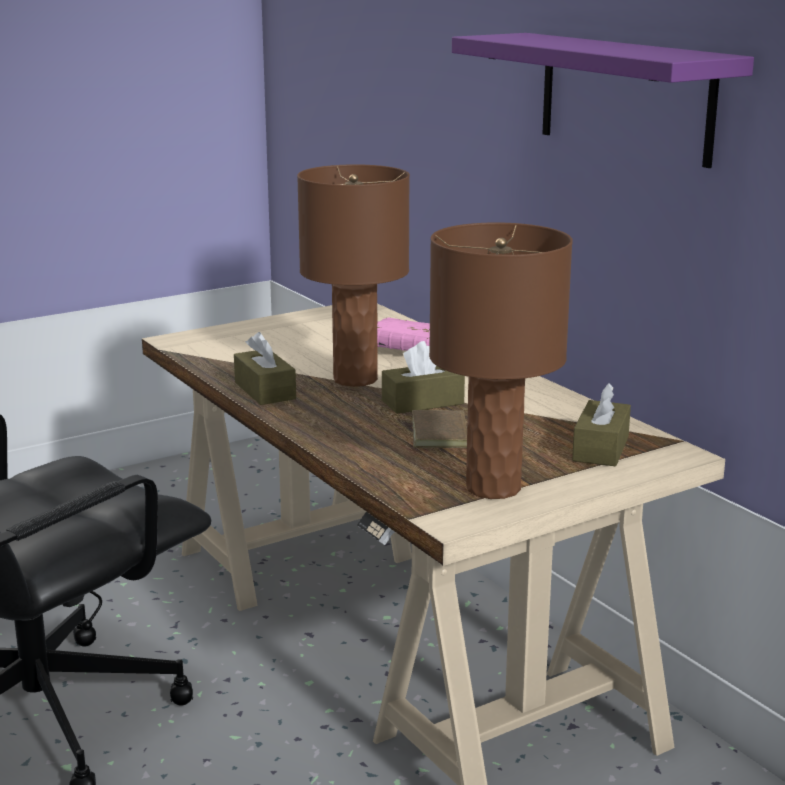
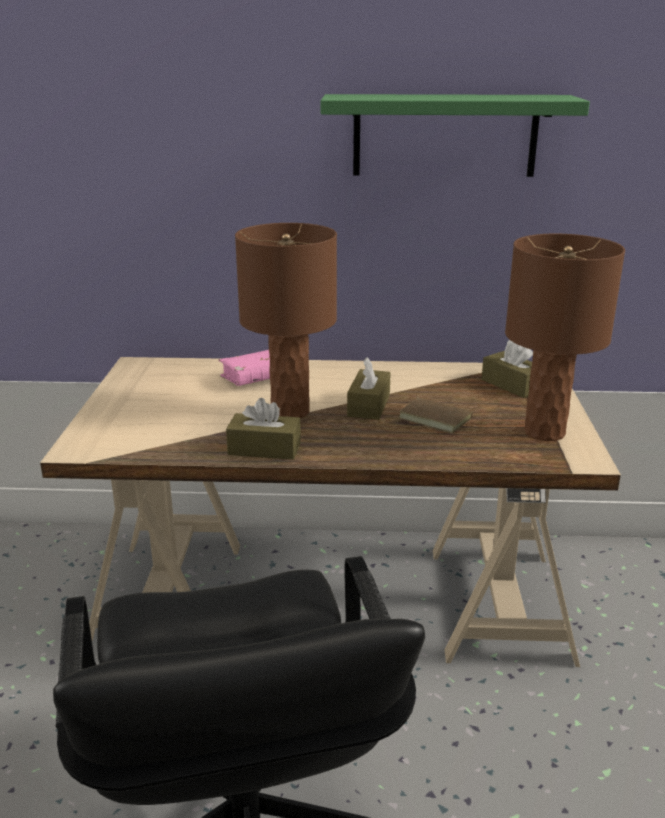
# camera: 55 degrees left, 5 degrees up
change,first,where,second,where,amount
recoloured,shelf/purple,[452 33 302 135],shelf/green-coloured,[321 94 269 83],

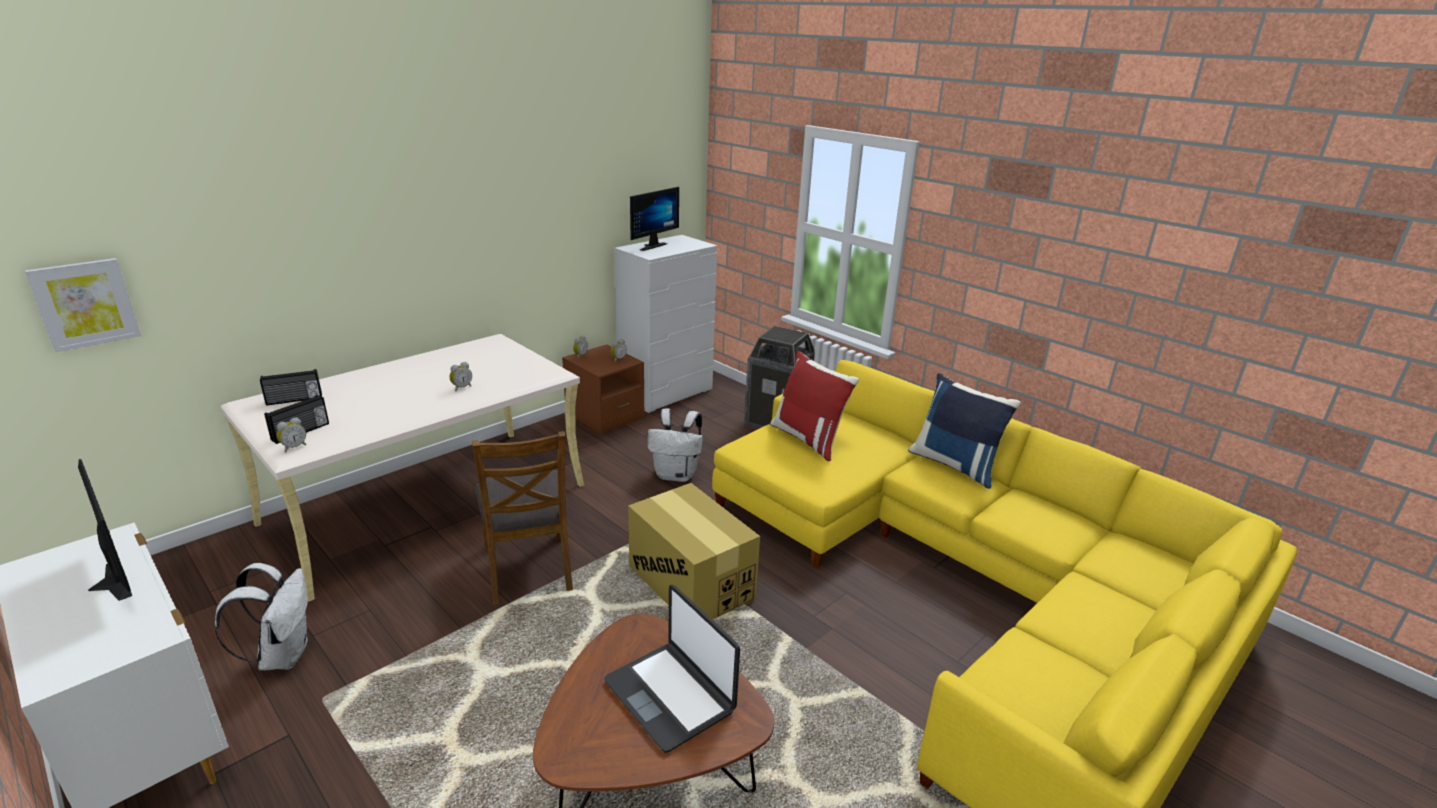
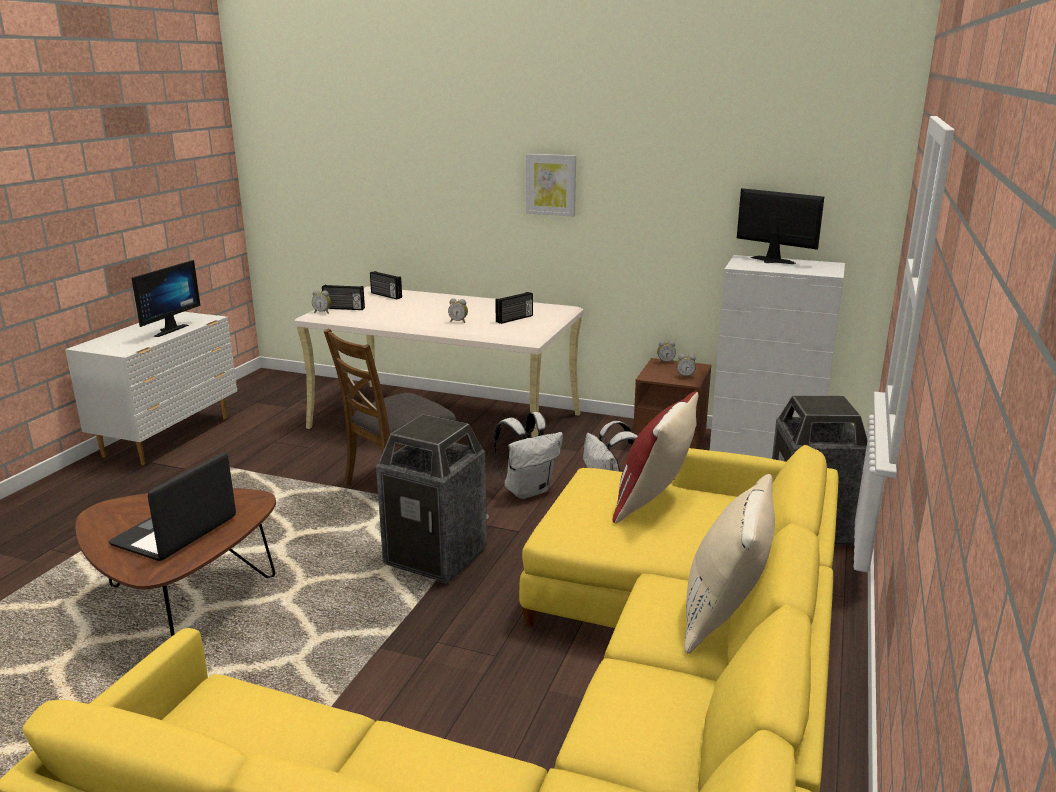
# camera: 65 degrees right, 5 degrees down
change,first,where,second,where,amount
replaced,cardboard box,[628 483 132 137],waste bin,[376 414 111 170],
moved,backpack/white,[215 563 93 108],,[494 412 69 87],
added,,,radio receiver,[495 292 38 32],
moved,wall art,[25 258 116 94],,[526 154 50 63],
recoloured,cushion/bluish,[908 373 113 116],cushion/beige-coloured,[684 474 91 180],
turned,computer screen,[630 187 49 64],,[737 188 87 76],150 degrees counterclockwise

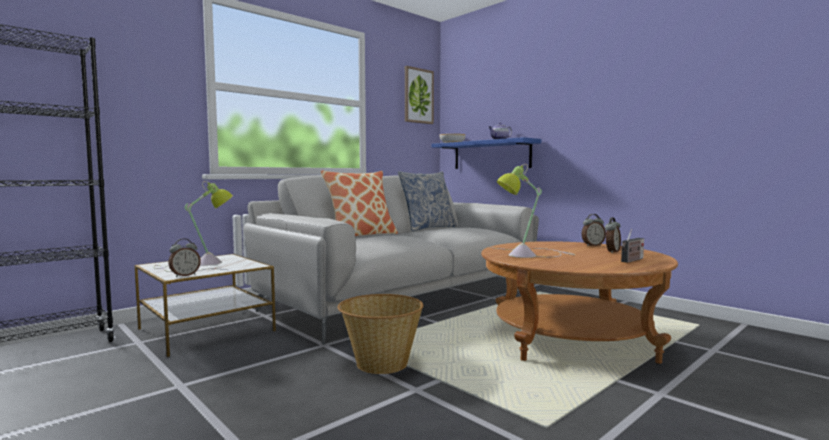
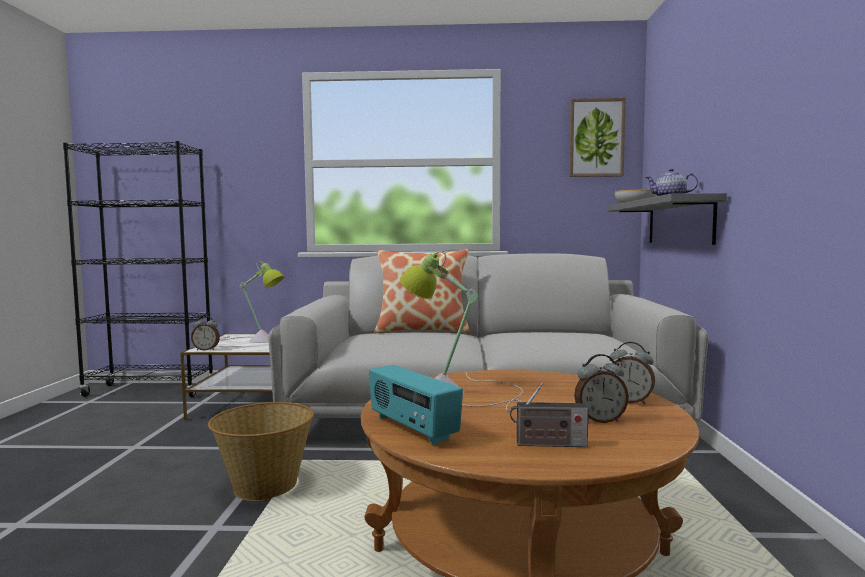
# camera: 45 degrees right, 0 degrees up
change,first,where,second,where,amount
added,,,radio receiver,[369 365 94 80],
recoloured,shelf/bluish,[432 137 109 32],shelf/greyish,[607 193 120 52],
removed,cushion,[398 171 59 60],,,

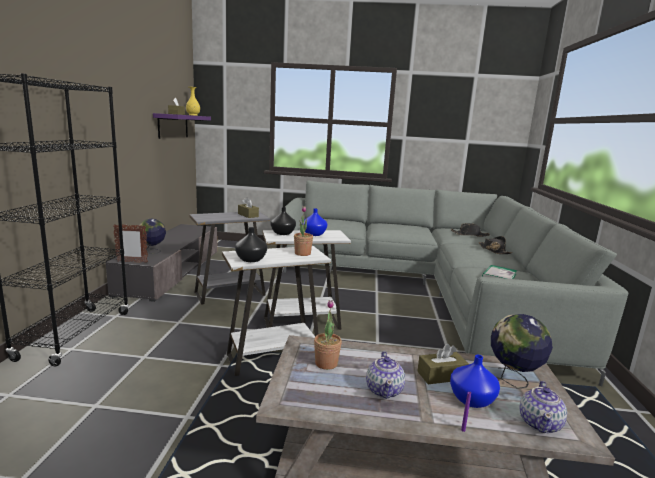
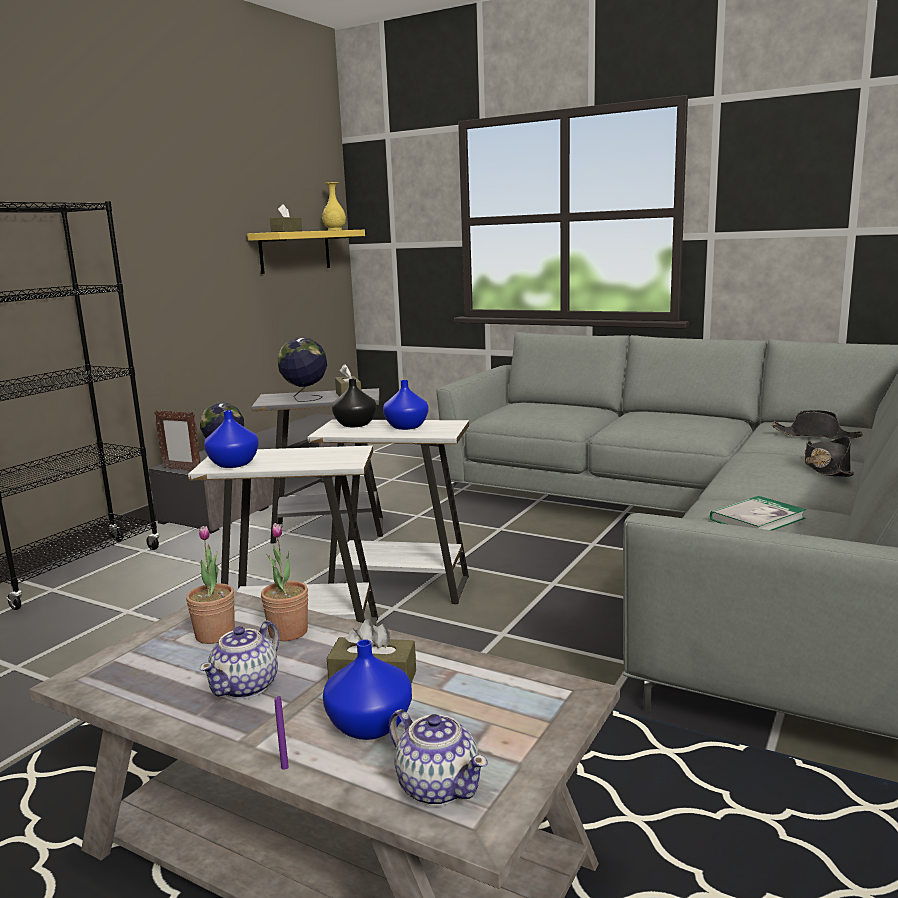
# camera: 25 degrees right, 0 degrees up
change,first,where,second,where,amount
recoloured,vase/blackish,[235 227 32 35],vase/bluish,[204 410 55 58],
recoloured,shelf/purple,[153 113 58 26],shelf/yellow-coloured,[247 230 118 44],
moved,potted plant,[294 206 19 50],,[261 523 47 118],
moved,globe,[491 314 62 75],,[277 337 50 65],
turned,pot for tea,[519 381 48 52],,[389 709 99 97],90 degrees counterclockwise

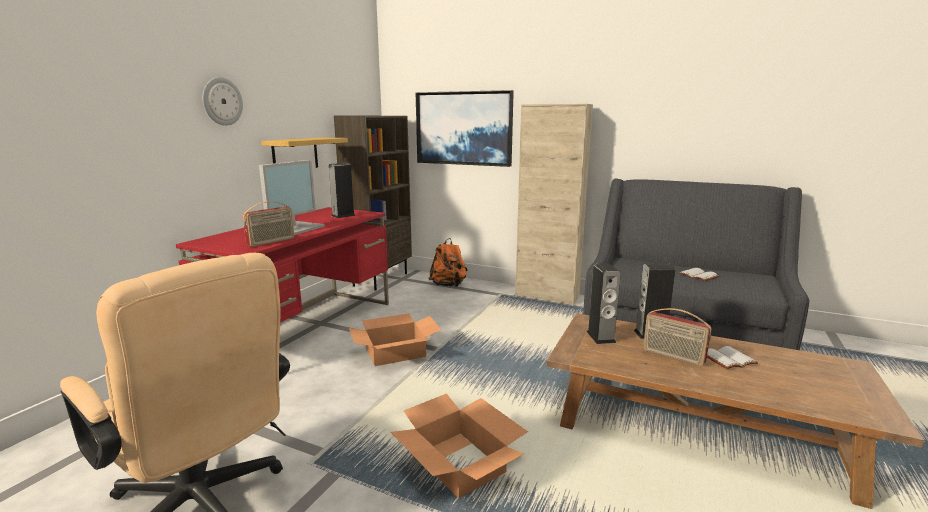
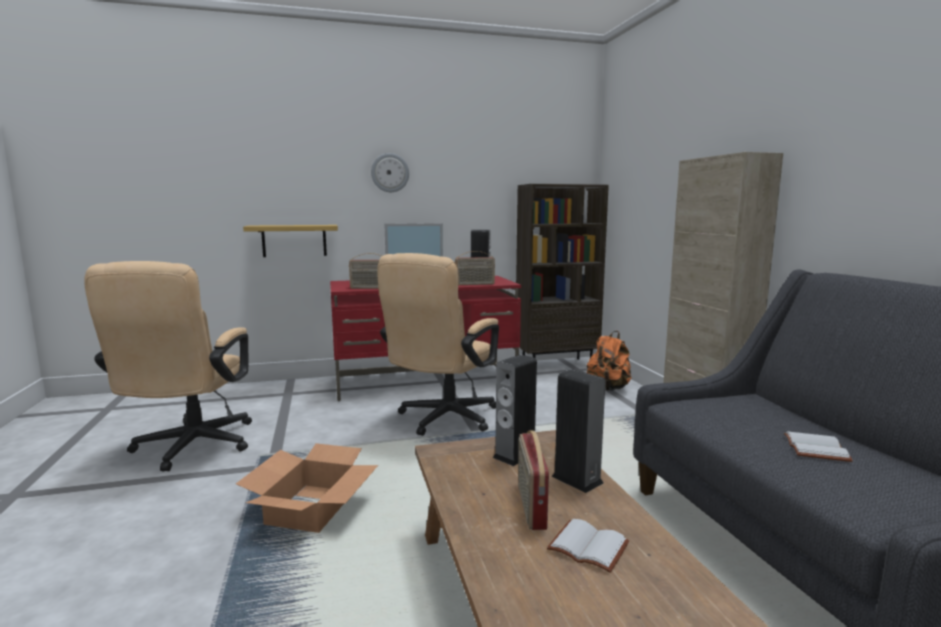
# camera: 50 degrees right, 5 degrees down
change,first,where,second,where,amount
moved,shelf,[261 137 87 31],,[243 225 95 32],
replaced,cardboard box,[349 314 92 52],desk chair/beige-coloured,[377 253 122 183],
added,,,radio receiver,[455 251 40 34],
removed,wall art,[416 90 98 77],,,

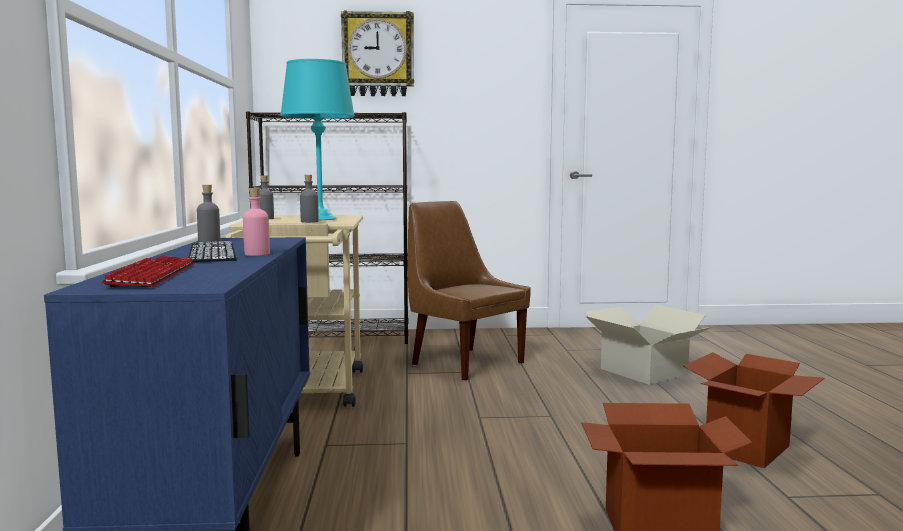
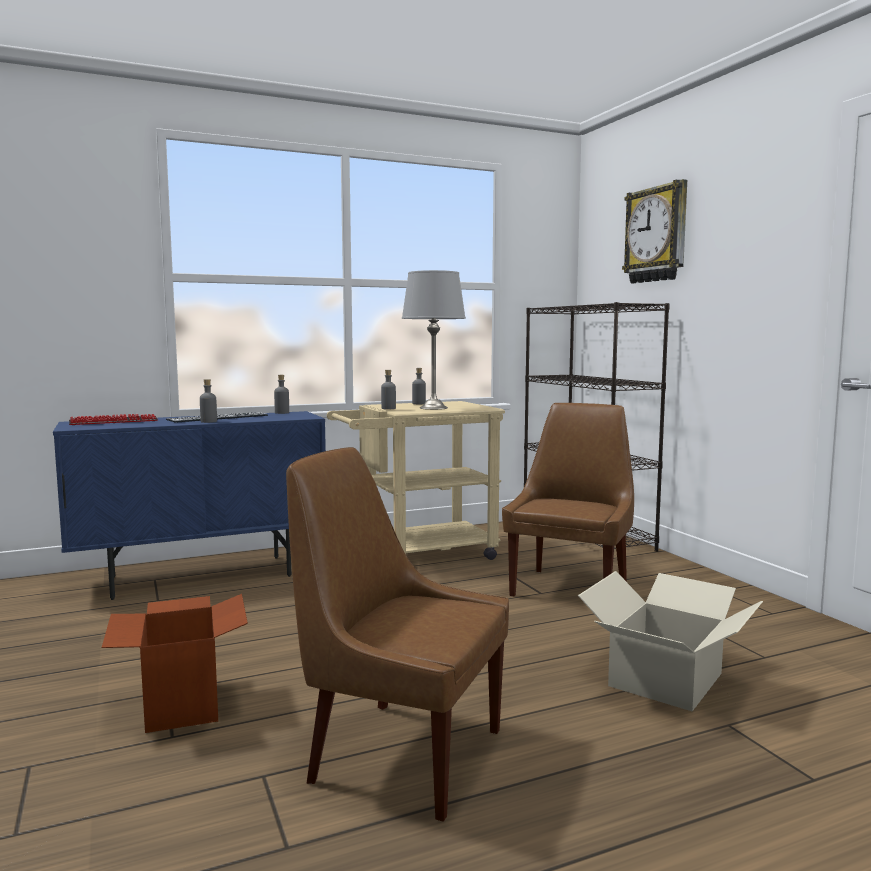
# camera: 70 degrees right, 0 degrees up
change,first,where,second,where,amount
recoloured,bottle/pinkish,[243 188 27 68],bottle/greyish,[200 379 17 44],
replaced,cardboard box,[683 352 142 116],upright chair/brown-coloured,[286 447 223 375],
recoloured,lamp for a table/blue-green,[280 59 75 161],lamp for a table/greyish,[402 270 64 140],

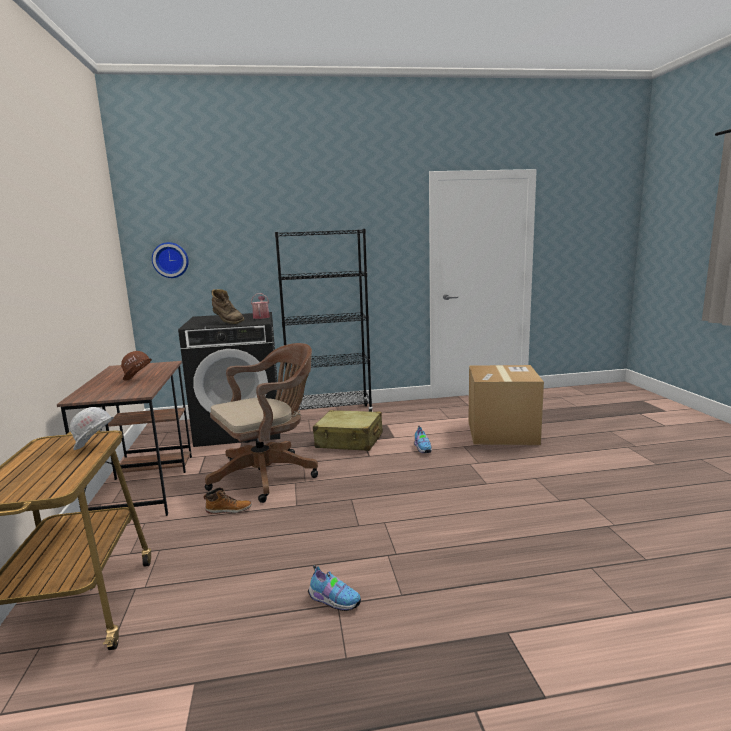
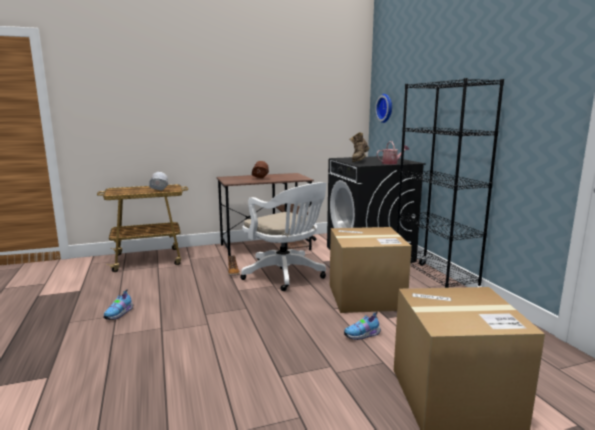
# camera: 80 degrees right, 0 degrees up
change,first,where,second,where,amount
recoloured,desk chair/brown-coloured,[205 343 113 160],desk chair/white,[240 182 87 109],
replaced,travel case/beige-coloured,[313 410 70 41],cardboard box,[330 227 82 86],

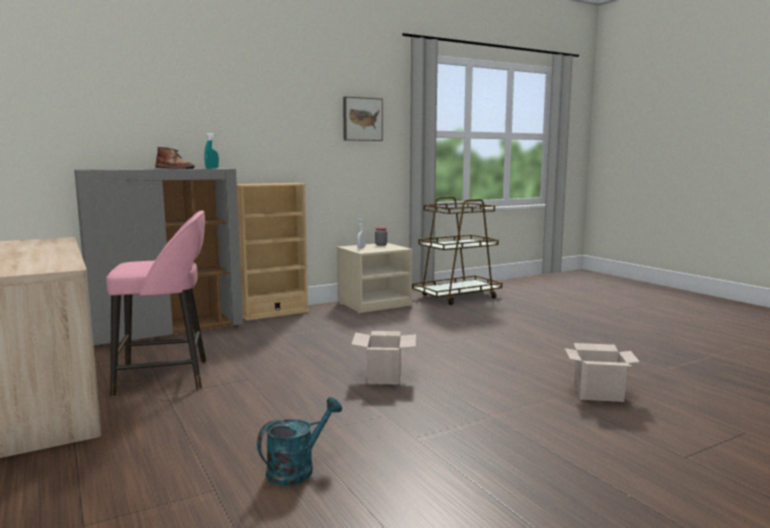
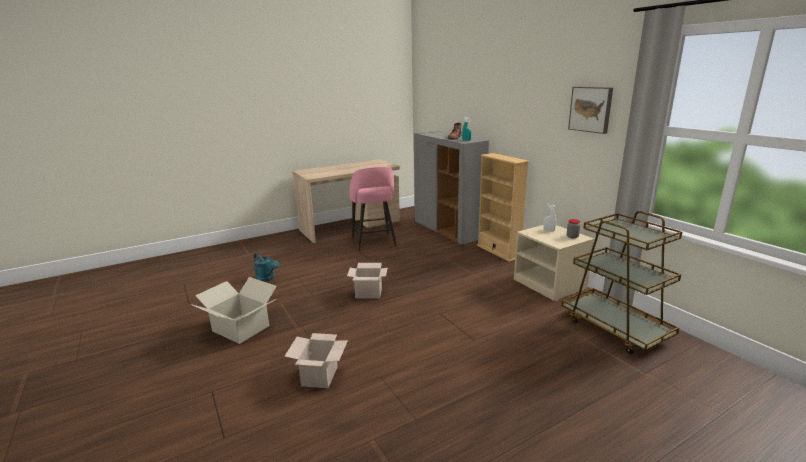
# camera: 90 degrees right, 10 degrees up
change,first,where,second,where,amount
added,,,cardboard box,[191 277 86 67],

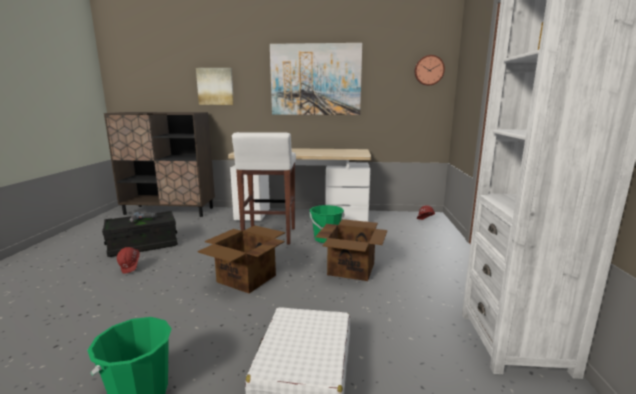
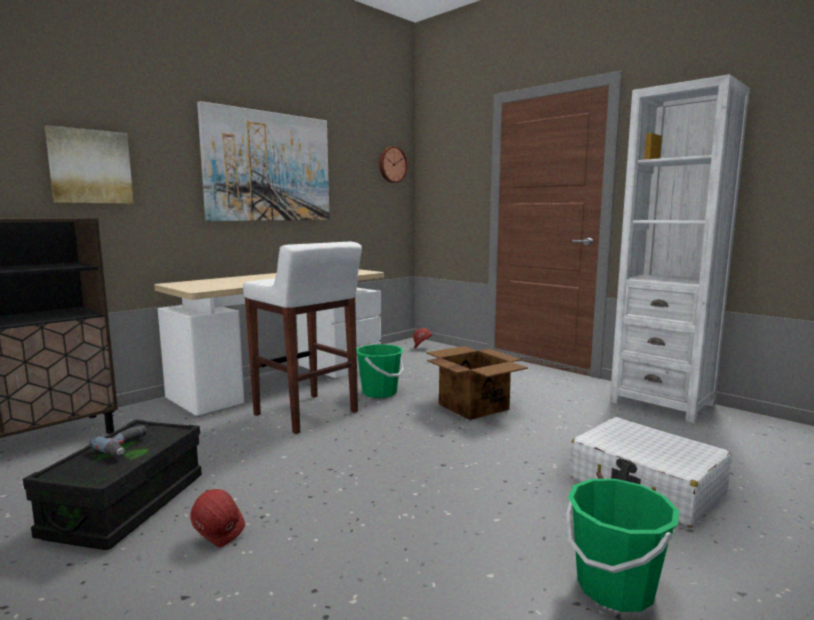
# camera: 50 degrees left, 5 degrees down
change,first,where,second,where,amount
removed,cardboard box,[198 226 87 67],,,

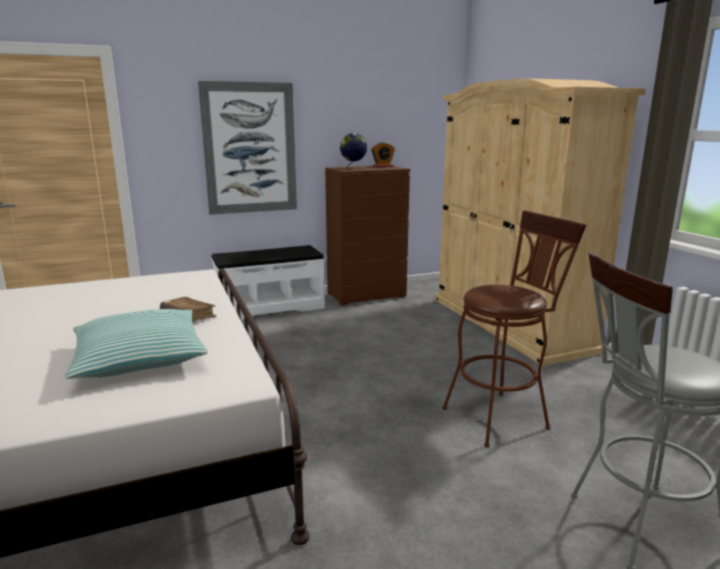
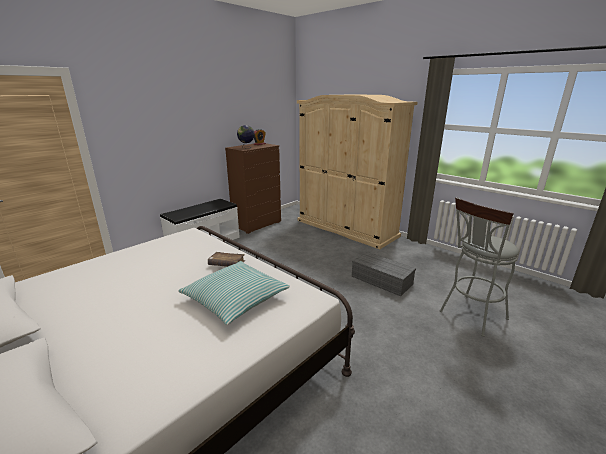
# camera: 25 degrees left, 5 degrees up
change,first,where,second,where,amount
replaced,stool/brown-coloured,[442 210 144 237],storage container/greyish,[352 251 64 45],
removed,wall art,[198 81 99 134],,,

